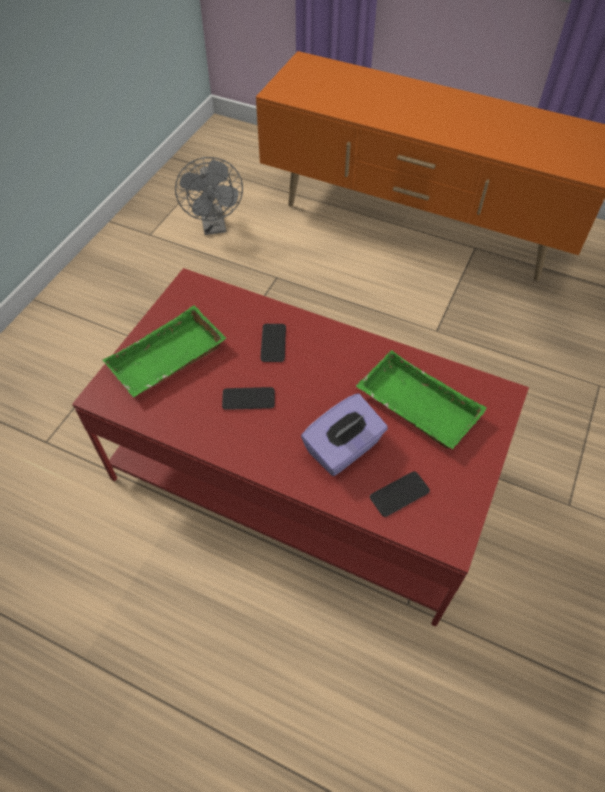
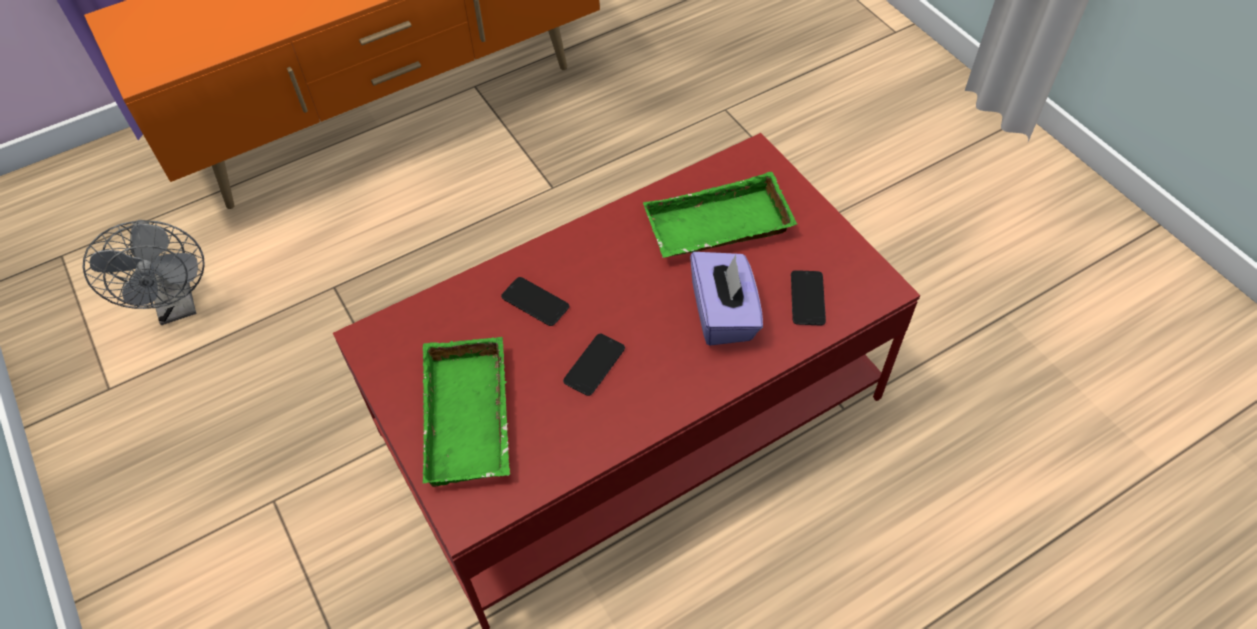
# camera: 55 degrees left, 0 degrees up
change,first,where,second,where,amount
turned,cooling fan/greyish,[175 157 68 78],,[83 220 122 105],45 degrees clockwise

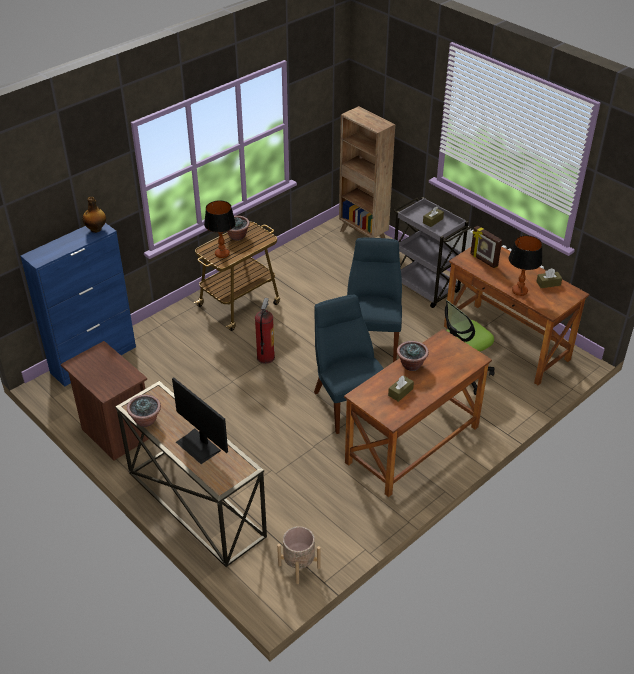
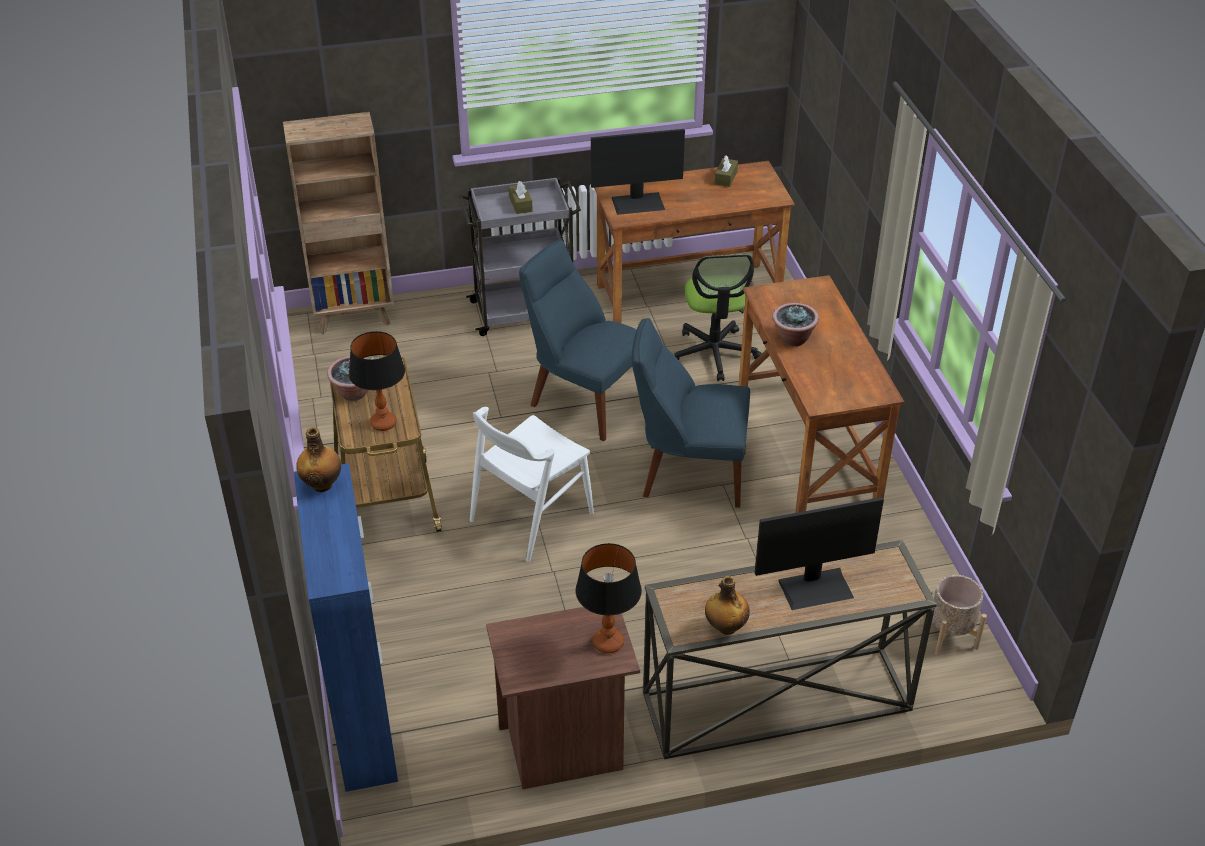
# camera: 60 degrees left, 0 degrees up
change,first,where,second,where,amount
replaced,fire extinguisher,[255 298 20 66],upright chair/white,[470 407 124 155],
moved,lamp for a table,[509 235 34 61],,[575 543 67 110],
replaced,picture frame,[470 226 32 42],computer screen,[591 129 94 86],
replaced,potted plant,[127 395 34 32],bottle,[705 576 45 59],
removed,box of tissues/brown-coloured,[388 376 26 26],,,

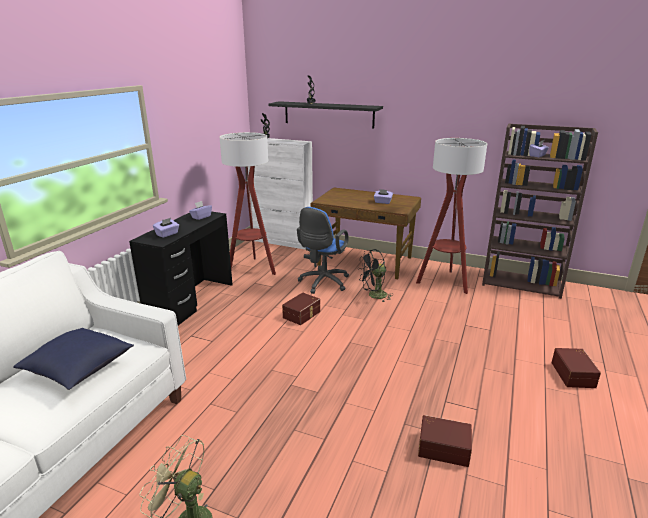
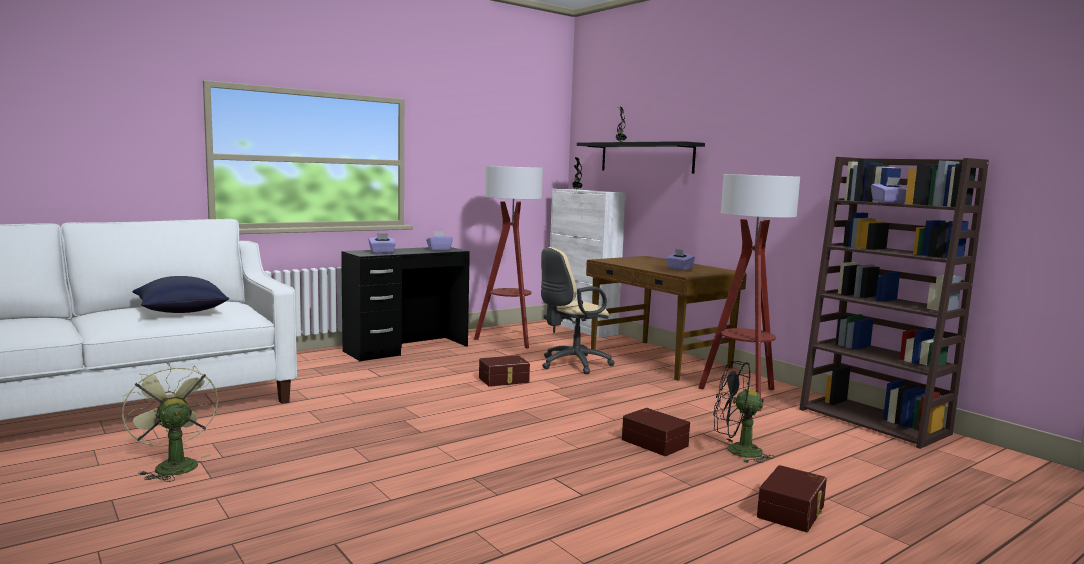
# camera: 30 degrees right, 15 degrees down
change,first,where,second,where,amount
recoloured,desk chair/bluish,[297 207 52 87],desk chair/beige-coloured,[541 247 74 127],
moved,storage container/brown-coloured,[418 415 54 52],,[622 408 68 48],
moved,cooling fan/blackish,[359 249 34 53],,[714 361 61 102],

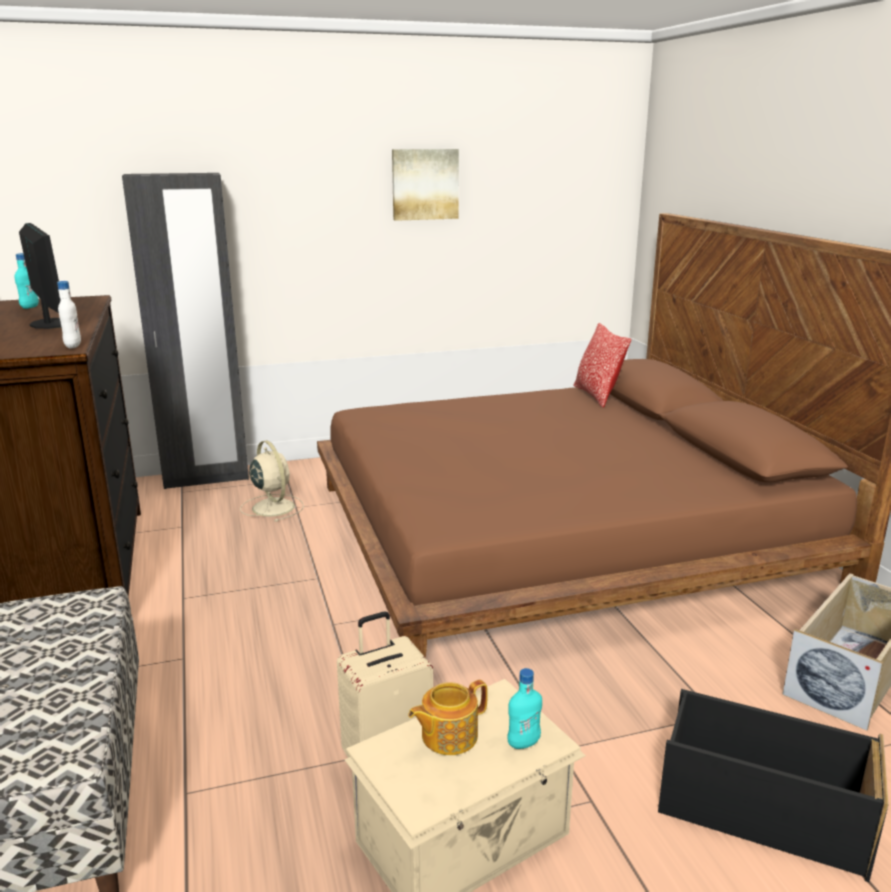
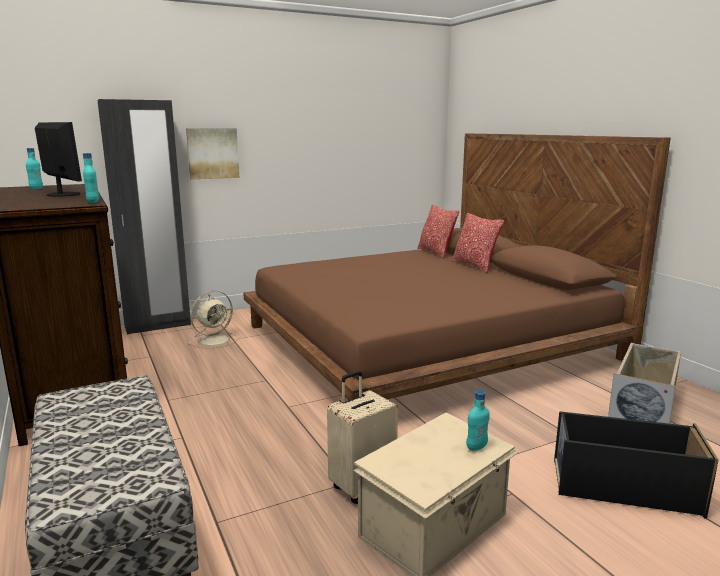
# camera: 10 degrees left, 5 degrees down
change,first,where,second,where,amount
recoloured,bottle/white,[57 281 24 67],bottle/blue-green,[83 153 16 50],
moved,wall art,[392 149 67 72],,[186 128 53 52],
turned,cooling fan/beige-coloured,[240 440 64 82],,[188 291 50 57],90 degrees clockwise
added,,,cushion,[451 213 54 60],
removed,pot for tea,[408 680 80 75],,,

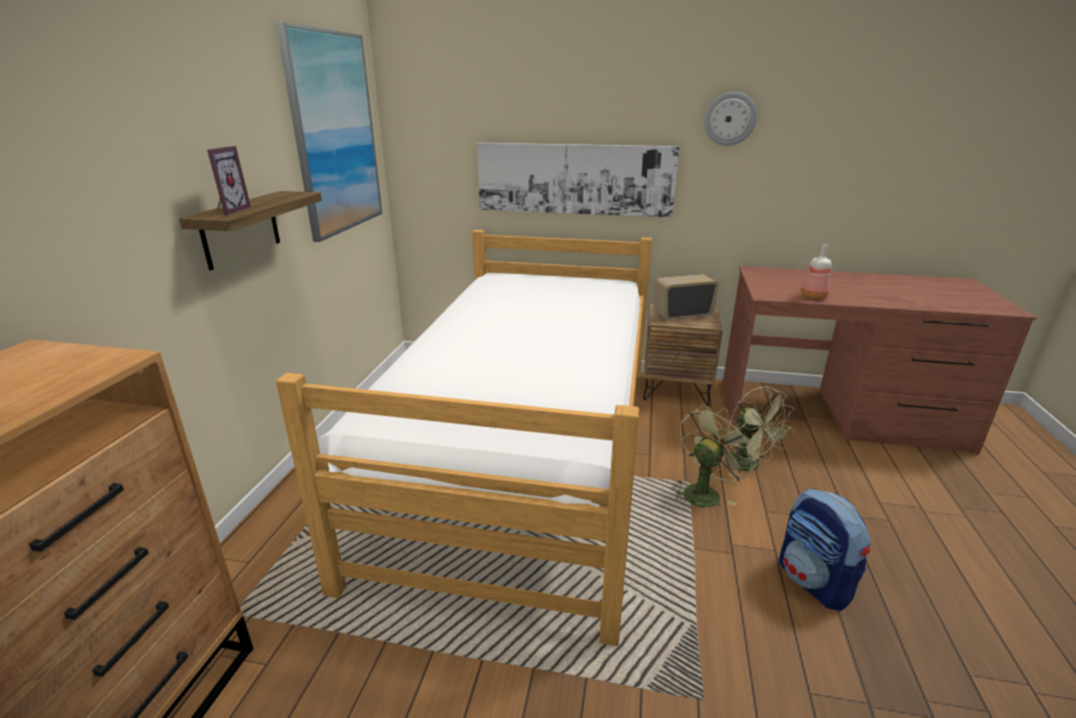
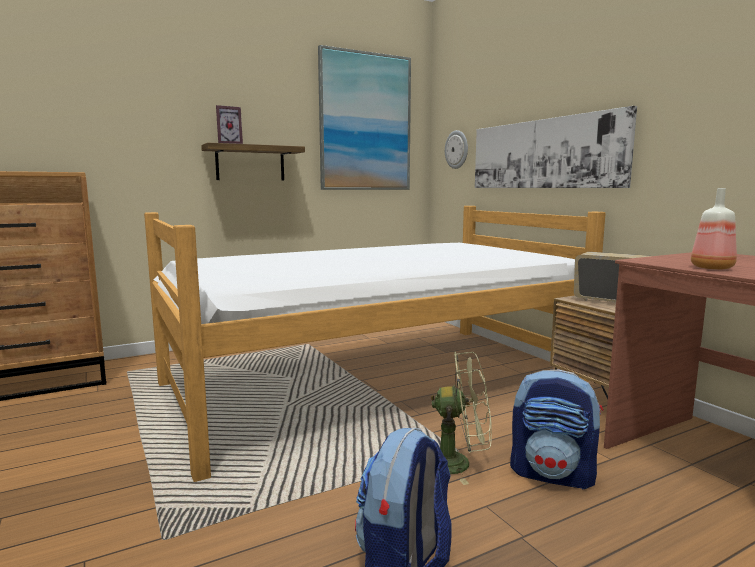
# camera: 50 degrees right, 15 degrees down
change,first,where,second,where,amount
moved,hanging clock,[704 92 53 54],,[445 130 23 39],
replaced,cooling fan/green-coloured,[725 386 70 91],backpack,[510 369 93 121],

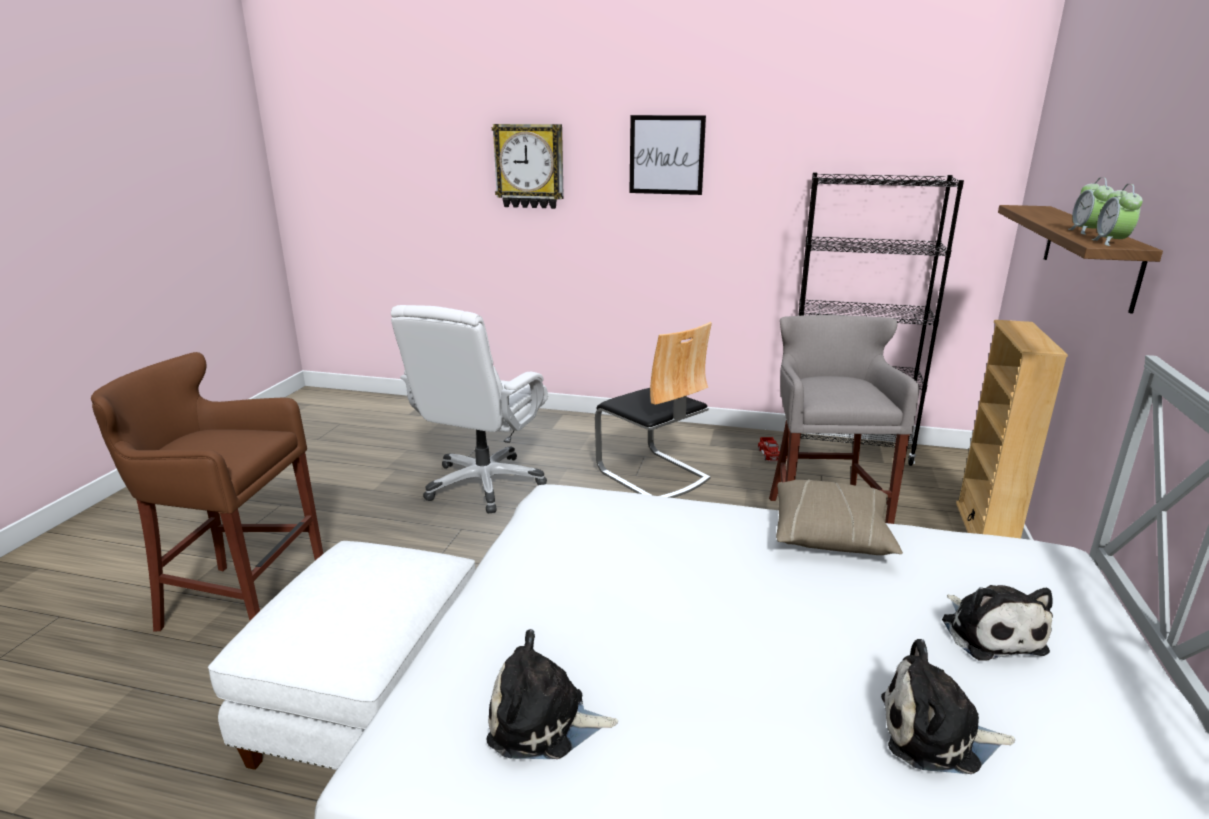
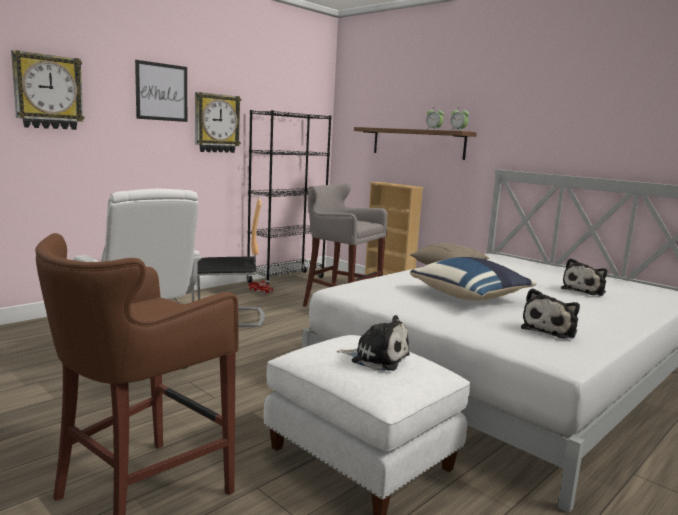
# camera: 60 degrees left, 10 degrees down
change,first,where,second,where,amount
added,,,hanging clock,[195 92 46 61],
moved,soft toy,[942 585 111 76],,[337 315 73 56],
added,,,cushion/bluish,[410 257 127 44],

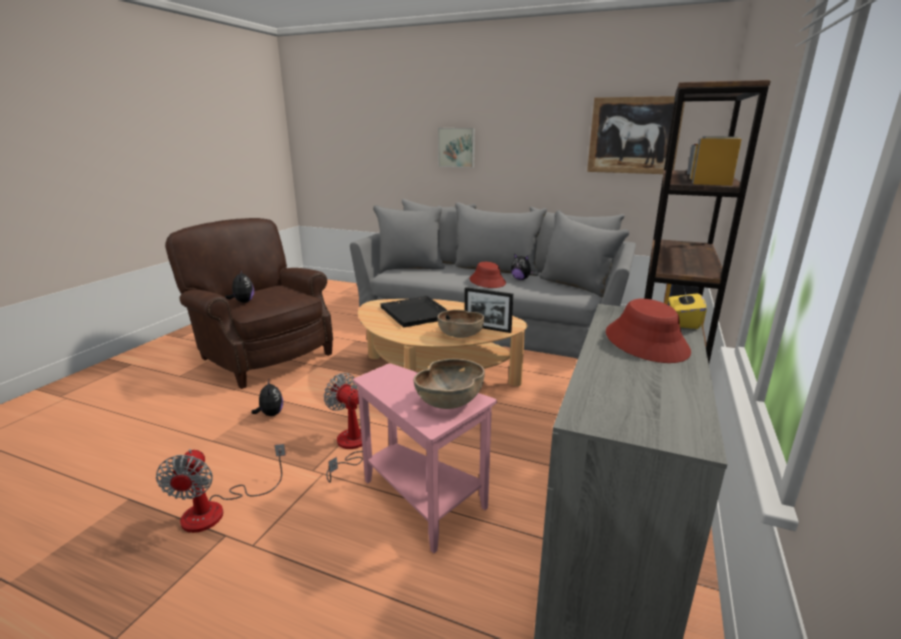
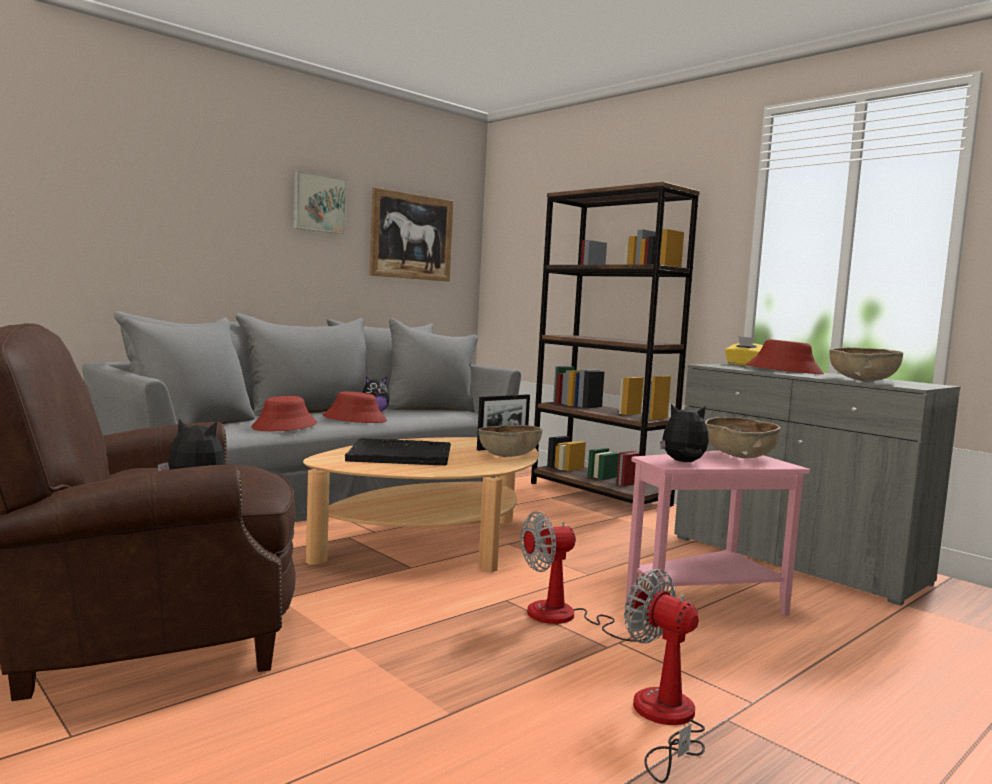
# camera: 65 degrees left, 15 degrees down
change,first,where,second,where,amount
added,,,wearable hat/reddish,[251 396 66 35],
moved,wall art,[438 128 37 40],,[293 171 54 63],
turned,cooling fan,[156 444 130 89],,[624 569 81 214],150 degrees counterclockwise
moved,soft toy,[251 380 32 36],,[660 404 49 58],
added,,,serving bowl/brown-coloured,[829 348 74 34],

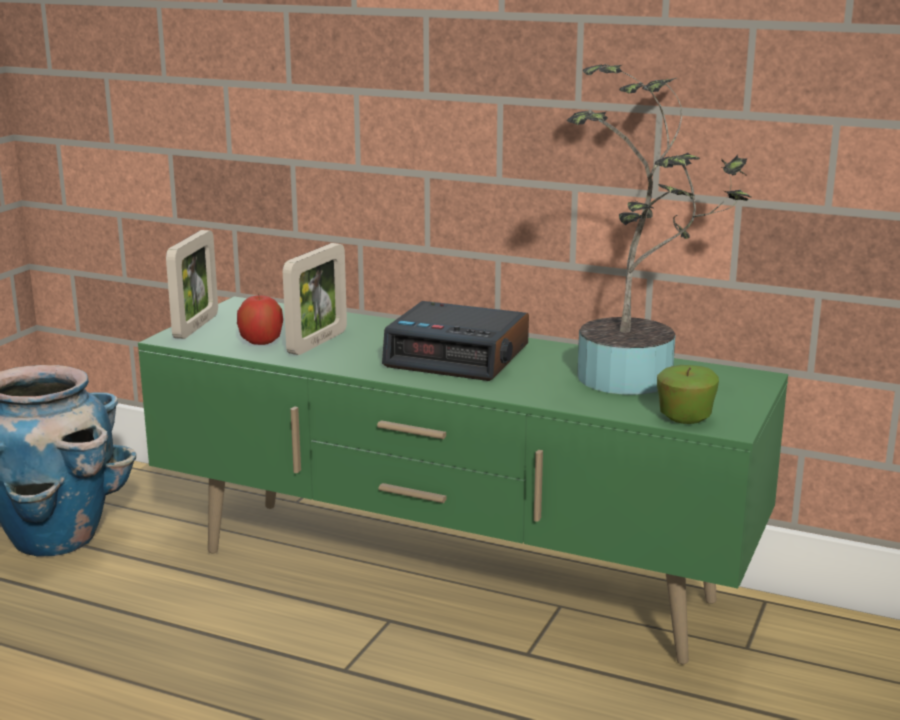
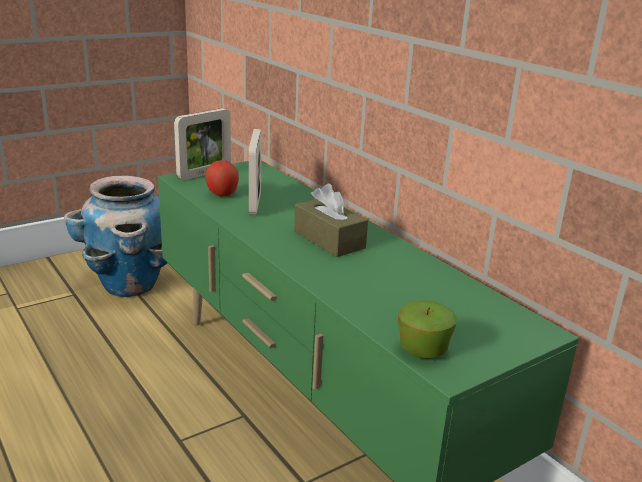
# camera: 30 degrees right, 5 degrees up
change,first,where,second,where,amount
turned,picture frame,[283 243 64 112],,[249 129 13 86],120 degrees clockwise
replaced,alarm clock,[382 301 147 80],box of tissues/brown-coloured,[294 184 74 73],
removed,potted plant,[567 64 185 331],,,

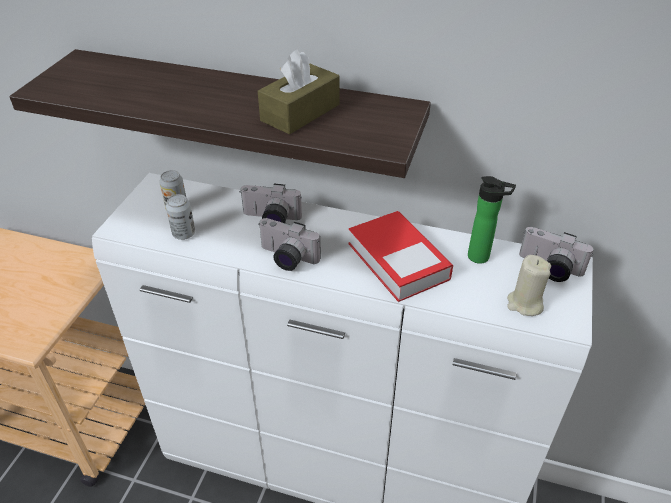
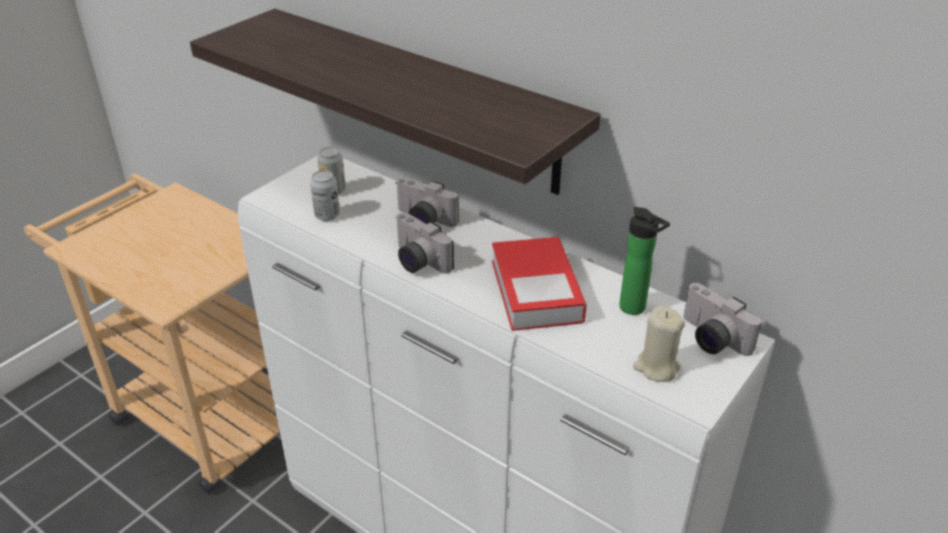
# camera: 20 degrees right, 5 degrees down
change,first,where,second,where,amount
removed,box of tissues/brown-coloured,[258 50 82 85],,,

